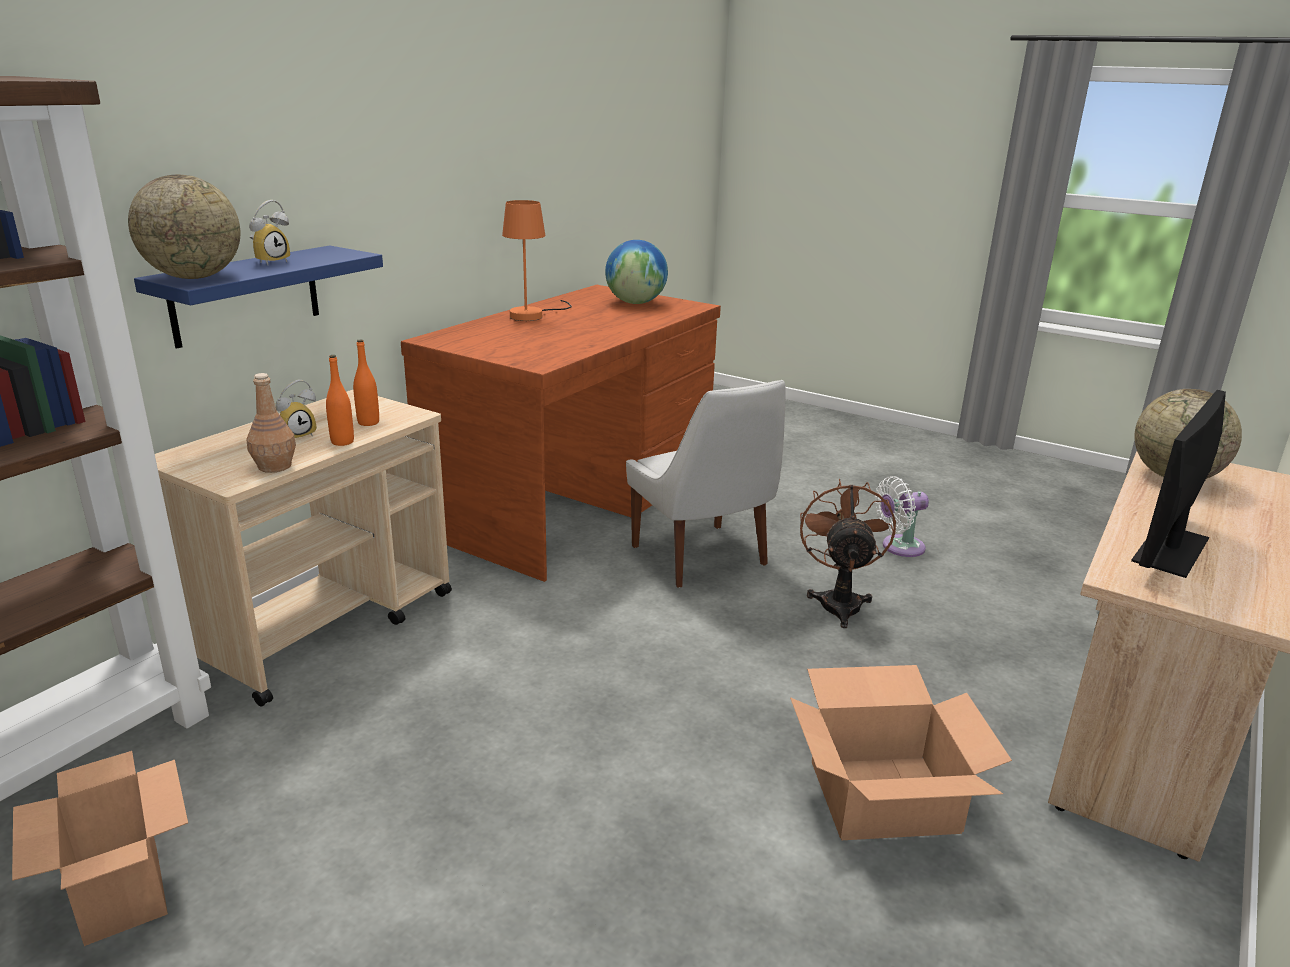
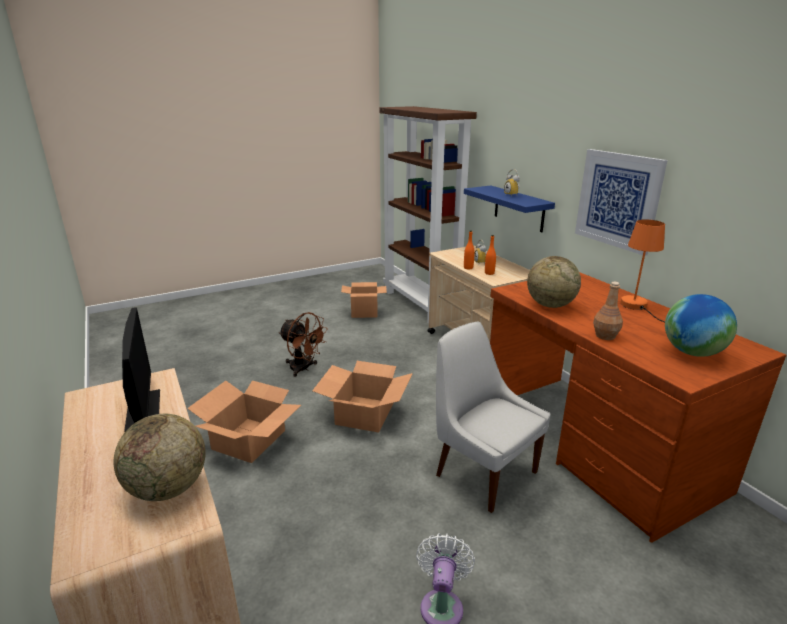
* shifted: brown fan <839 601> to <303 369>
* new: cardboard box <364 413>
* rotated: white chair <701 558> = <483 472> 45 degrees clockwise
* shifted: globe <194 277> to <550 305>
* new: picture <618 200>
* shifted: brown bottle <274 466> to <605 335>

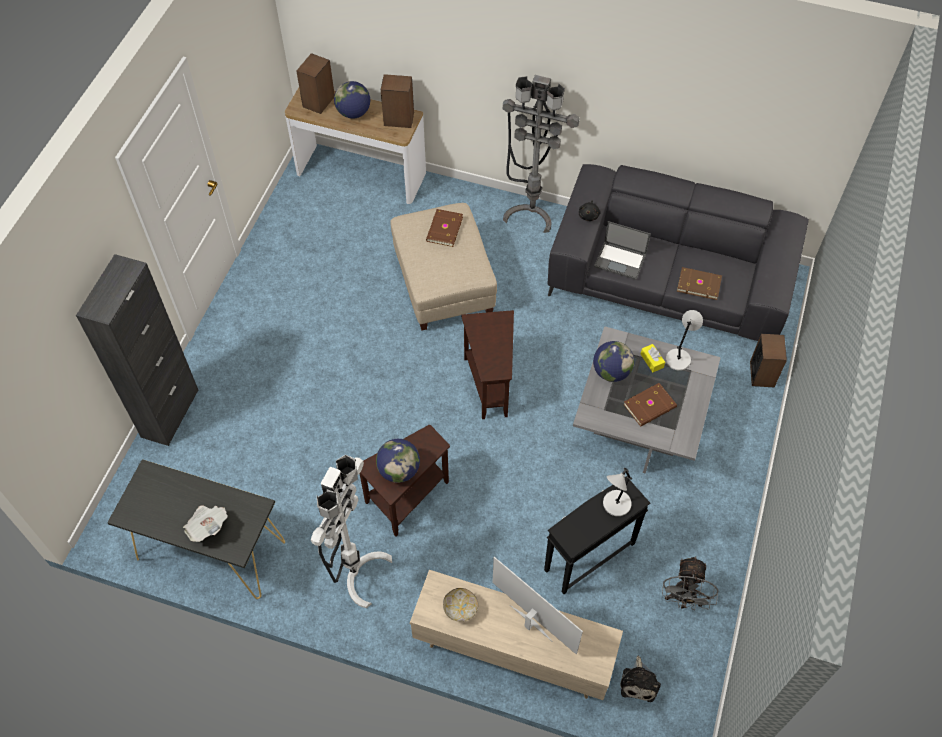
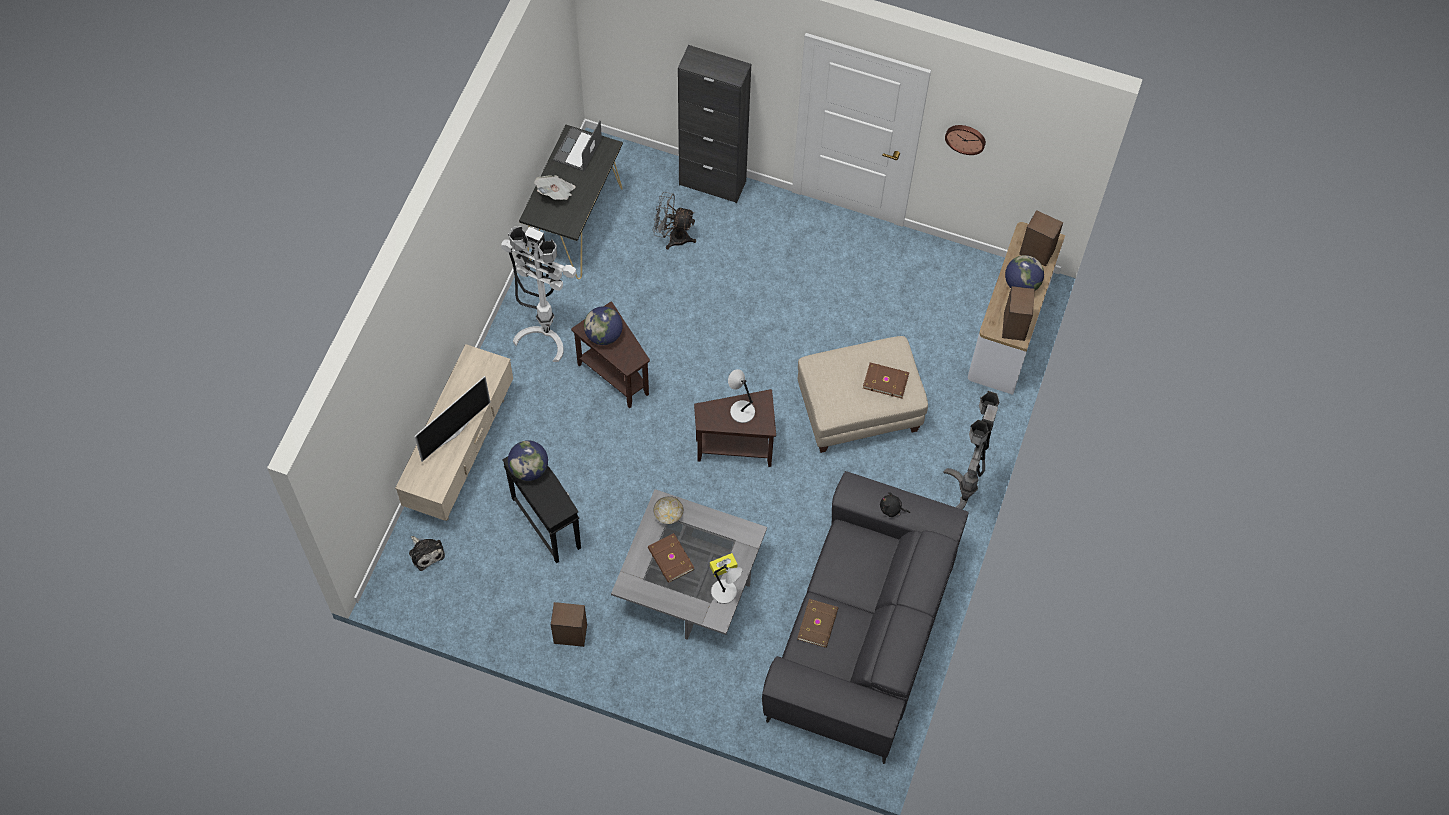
* rotated: plush toy <639 682> = <426 553> 135 degrees counterclockwise
* shifted: globe <611 372> to <529 469>
* shifted: speaker <762 374> to <570 634>
* shifted: laptop <621 260> to <577 150>
* shifted: grey fan <683 599> to <673 237>
* shifted: bowl <461 609> to <668 515>
* shifted: grey table lamp <616 505> to <741 411>
* new: wall clock <965 138>

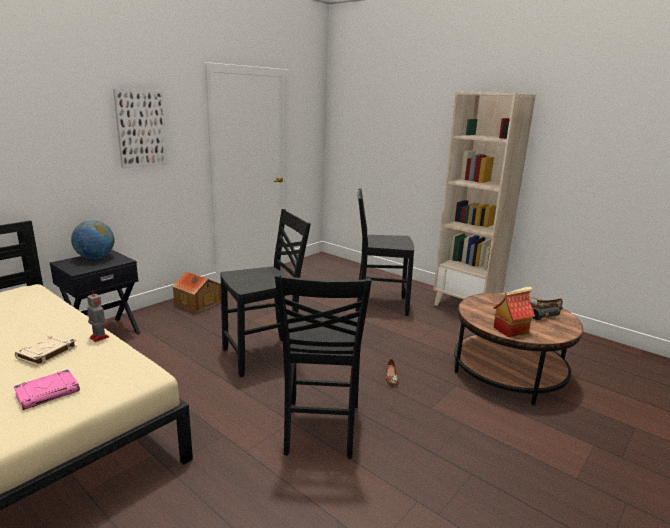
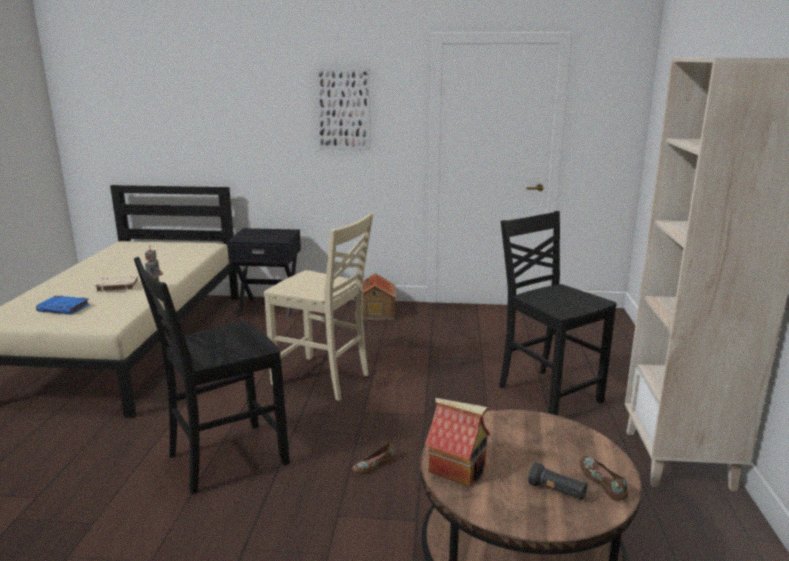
* repainted: pink book <48 392> to blue book <64 308>
* repainted: black chair <264 355> to beige chair <323 379>
* gone: globe <95 258>

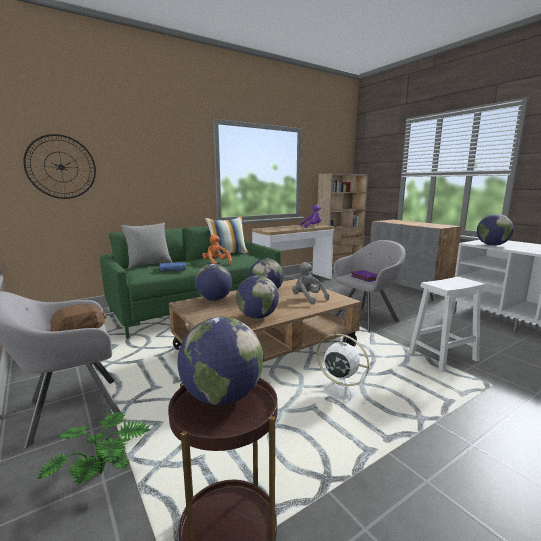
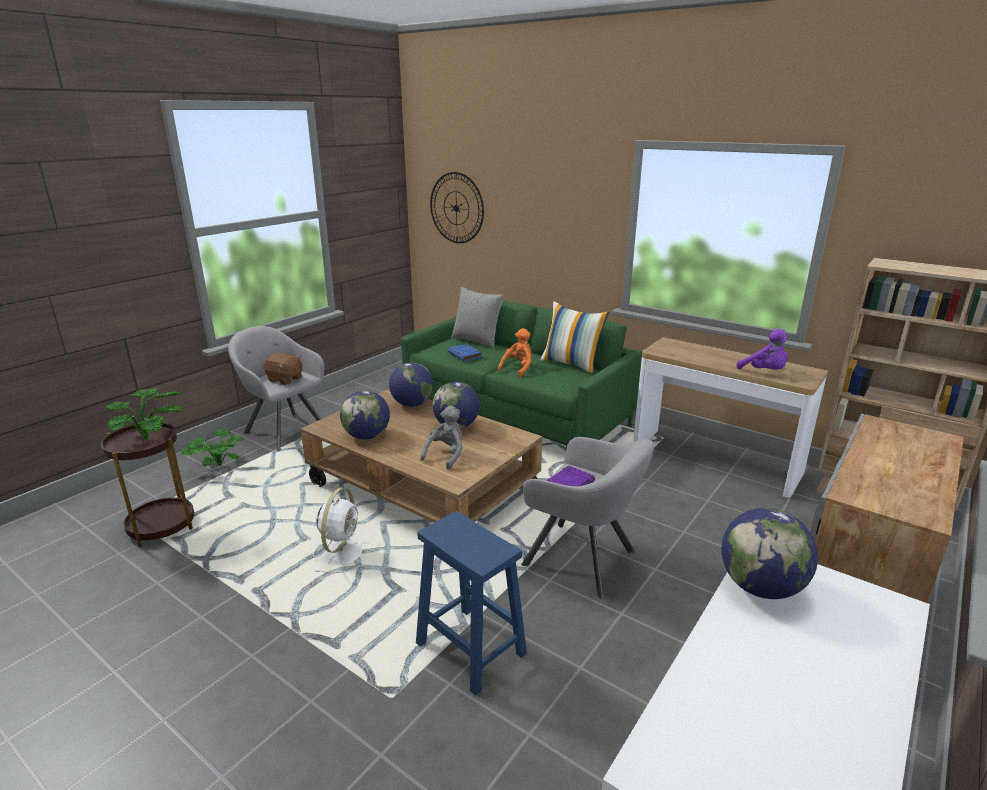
* swapped: globe <222 397> to potted plant <151 438>
* repainted: white stool <443 356> to blue stool <472 650>

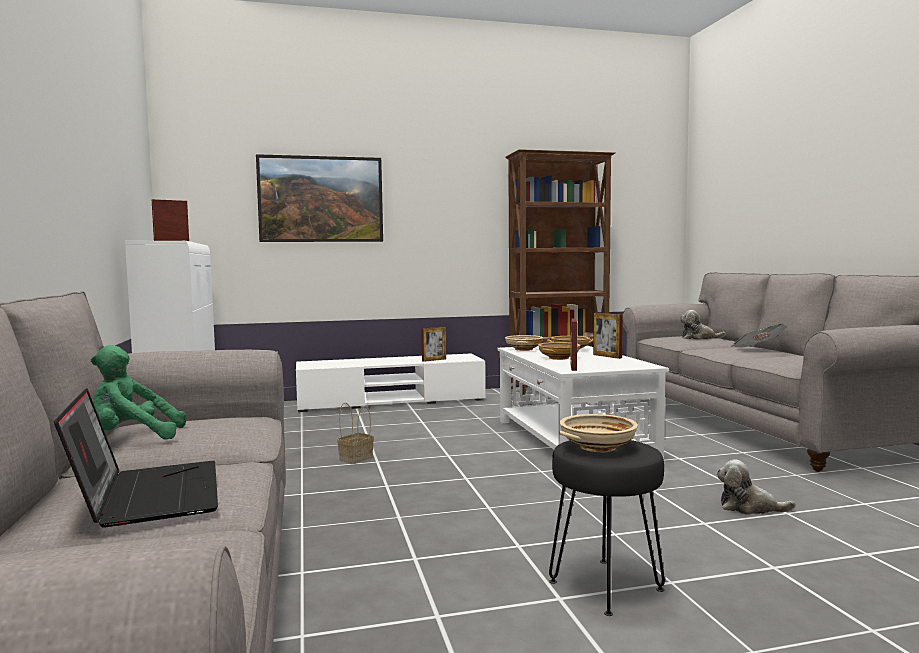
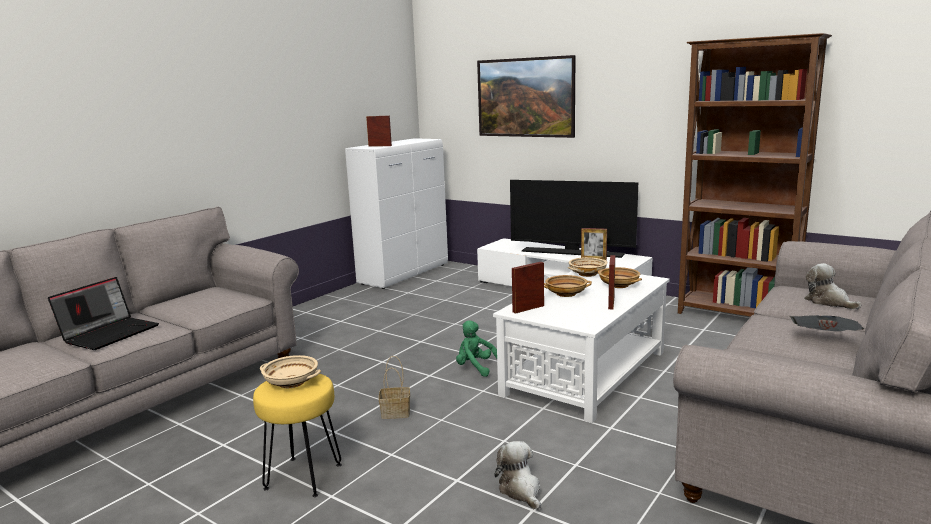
* repainted: black stool <604 585> to yellow stool <303 476>
* shifted: basket <356 458> to <396 412>
* shifted: green plush toy <133 437> to <476 368>
* new: television <572 253>

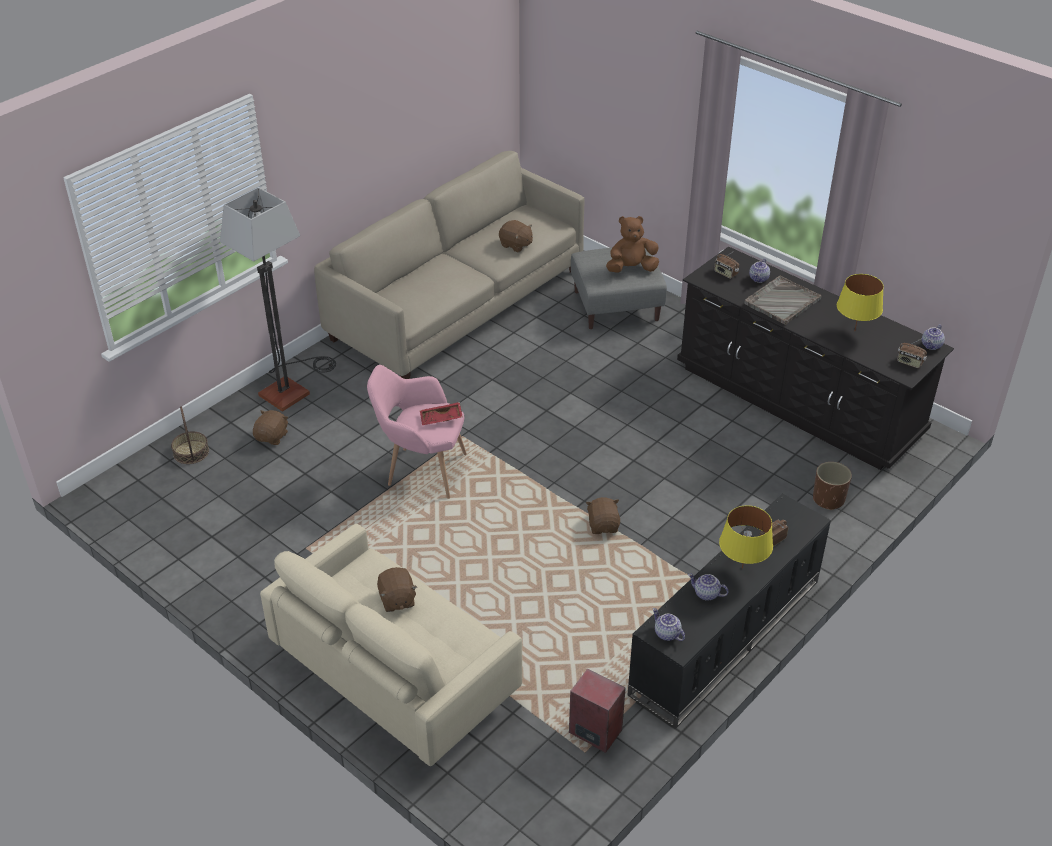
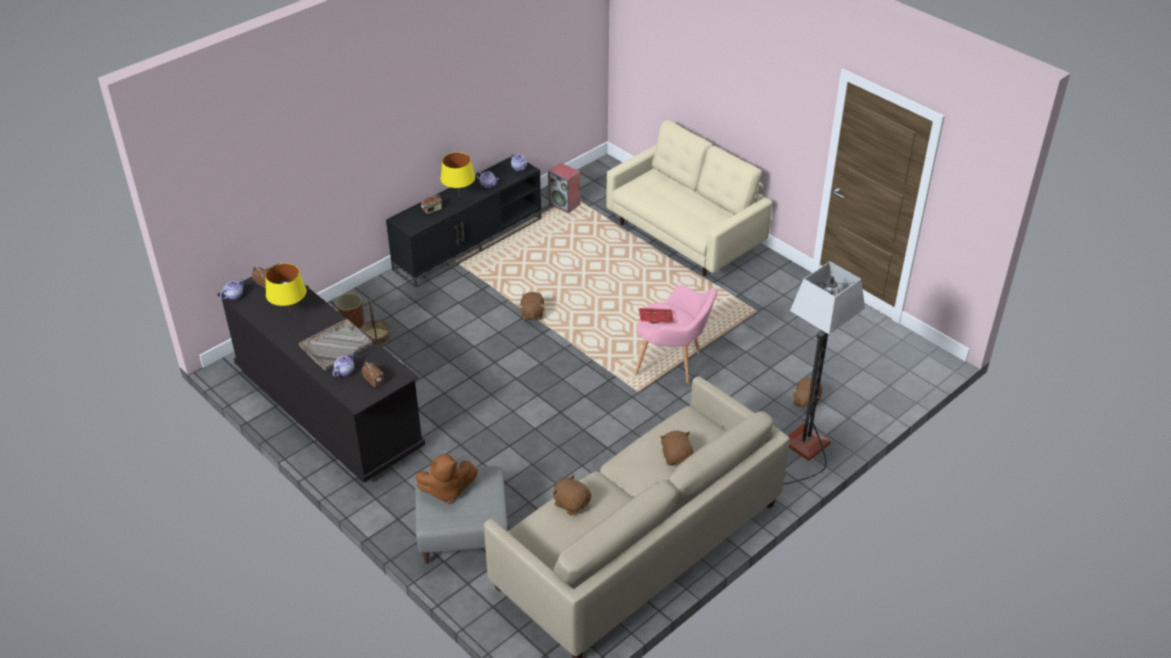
* shifted: basket <191 452> to <375 337>
* shifted: brown plush toy <397 600> to <676 456>

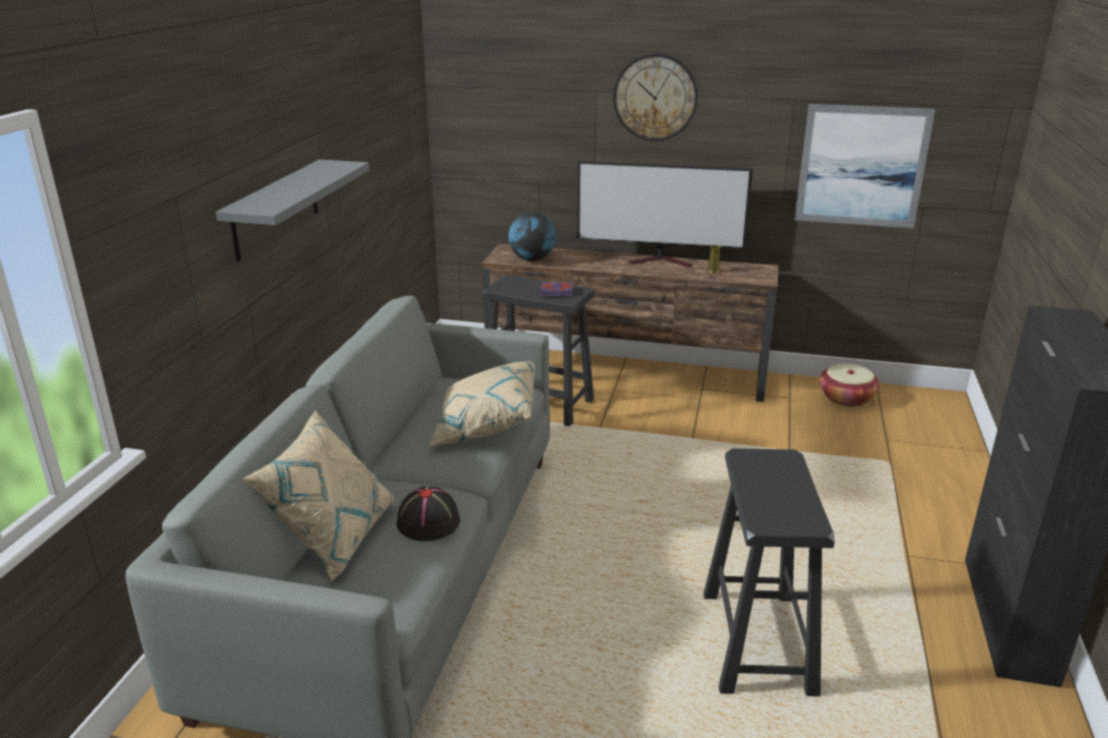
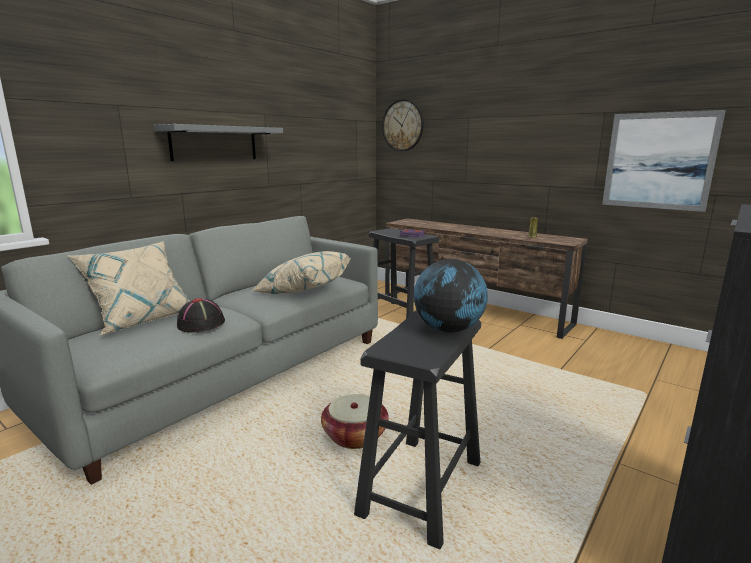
* shifted: basket <846 398> to <355 435>
* shifted: wall clock <655 97> to <403 125>
* shifted: globe <532 259> to <449 330>
* gone: television <662 261>

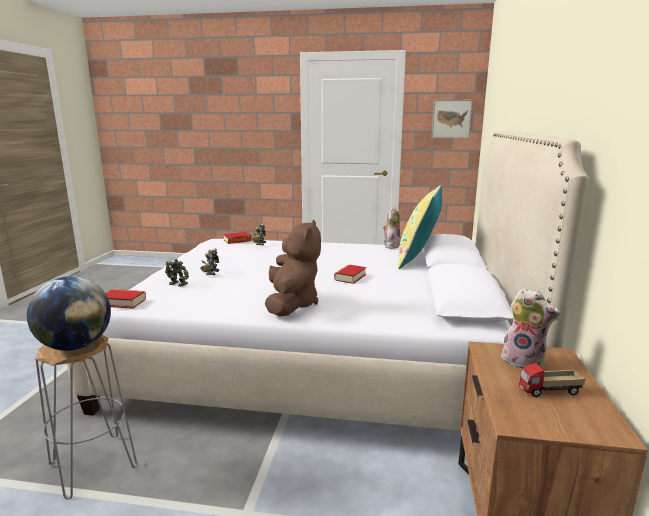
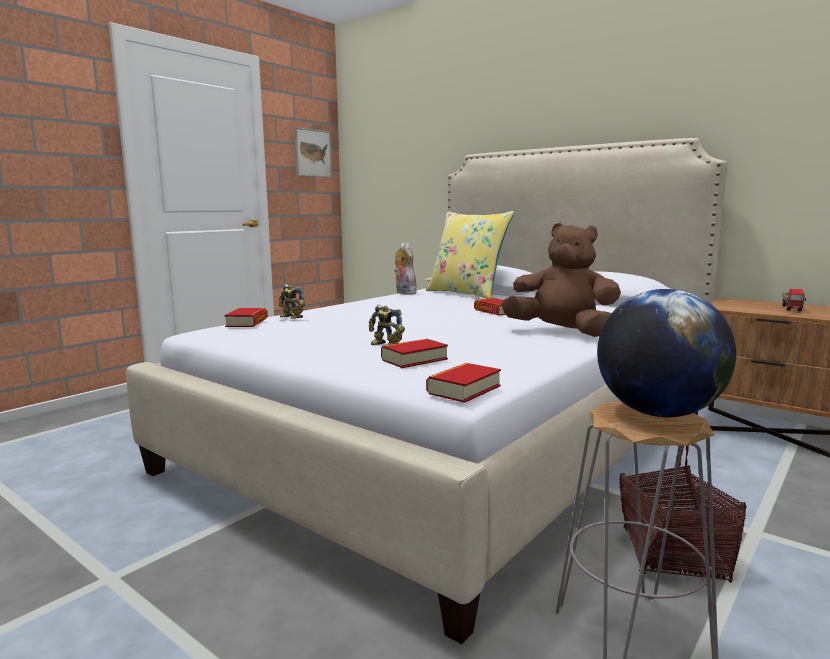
* swapped: toy robot <179 283> to book <414 359>
* new: basket <673 555>
* gone: plush toy <524 361>

